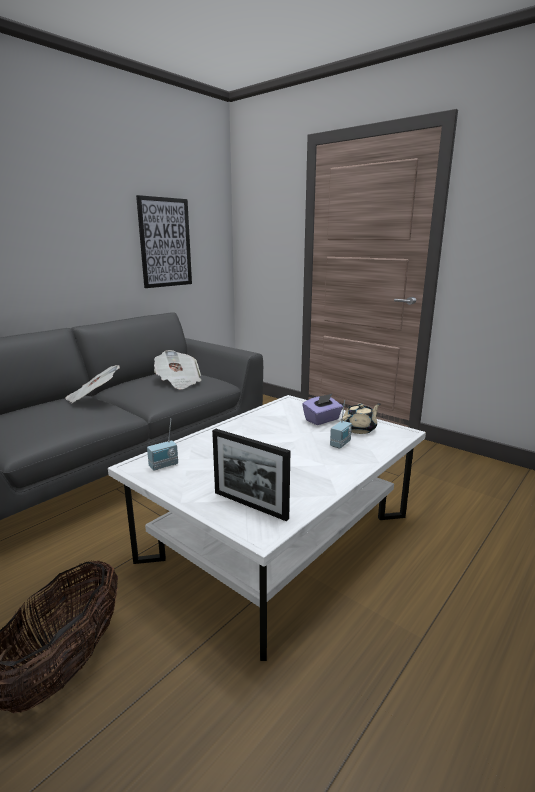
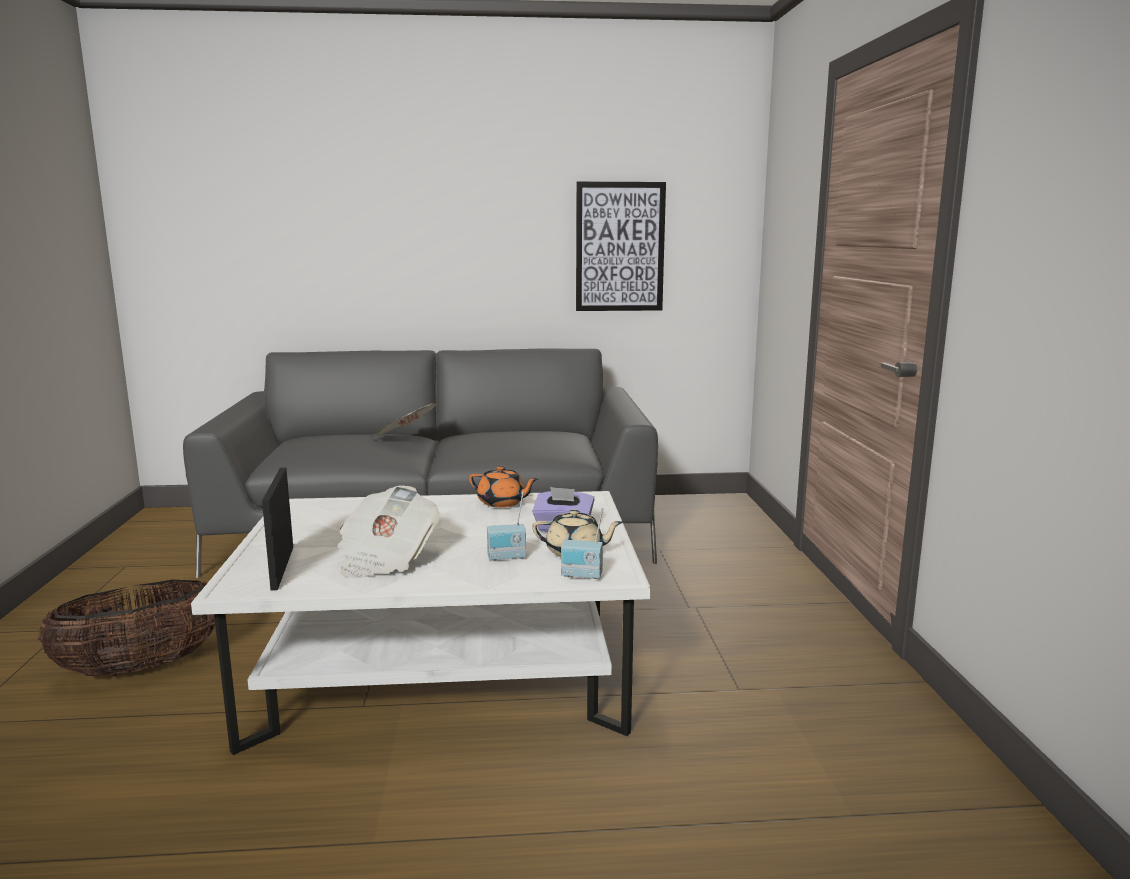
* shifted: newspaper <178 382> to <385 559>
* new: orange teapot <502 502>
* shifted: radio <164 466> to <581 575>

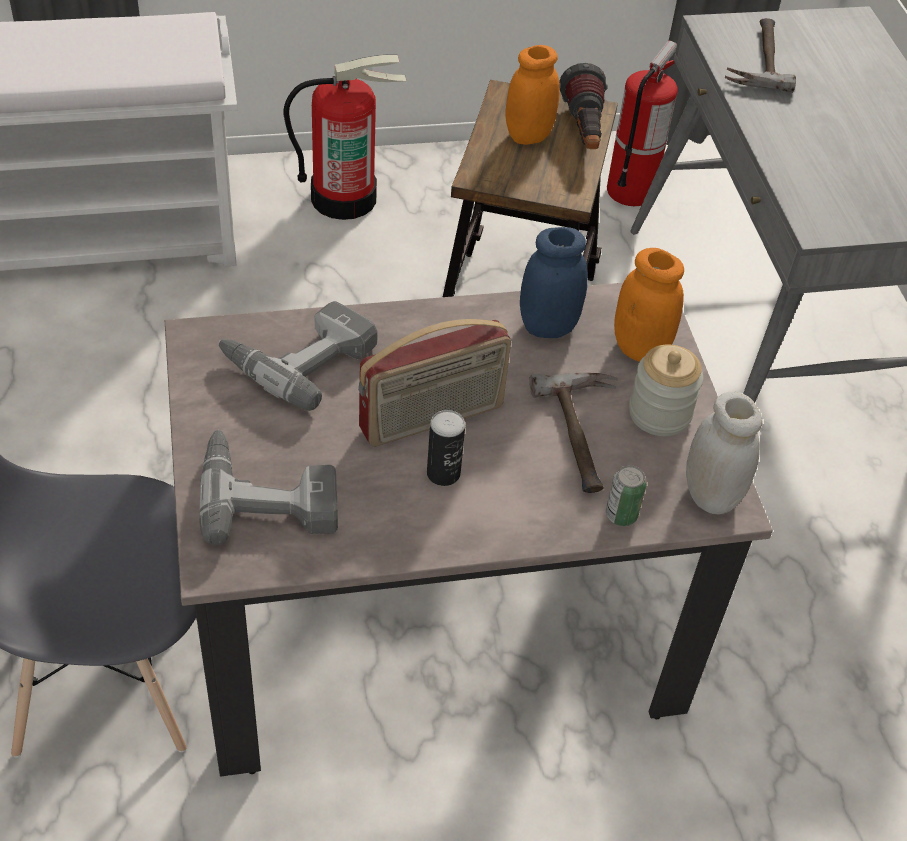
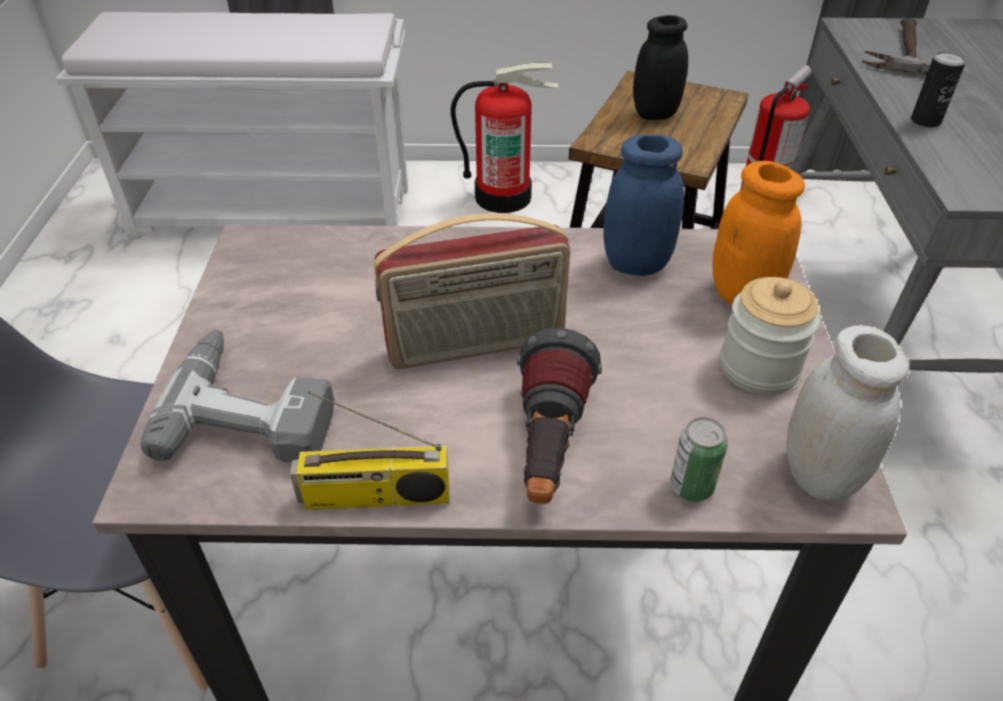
* new: radio <374 497>
* shifted: flashlight <584 132> to <549 448>
* repainted: orange jar <528 135> to black jar <655 114>
* shifted: can <443 473> to <925 121>
* gone: power drill <298 357>
* gone: hammer <587 435>

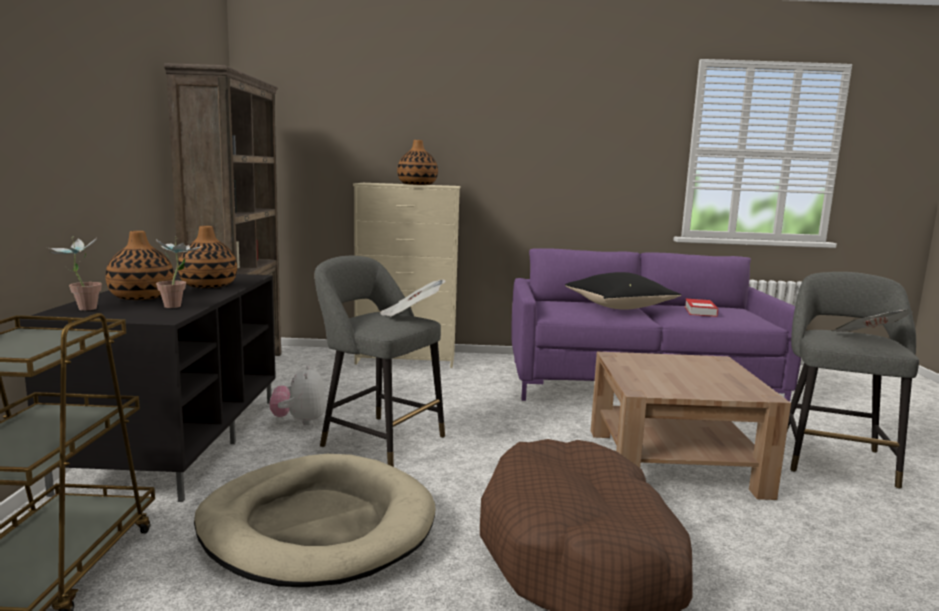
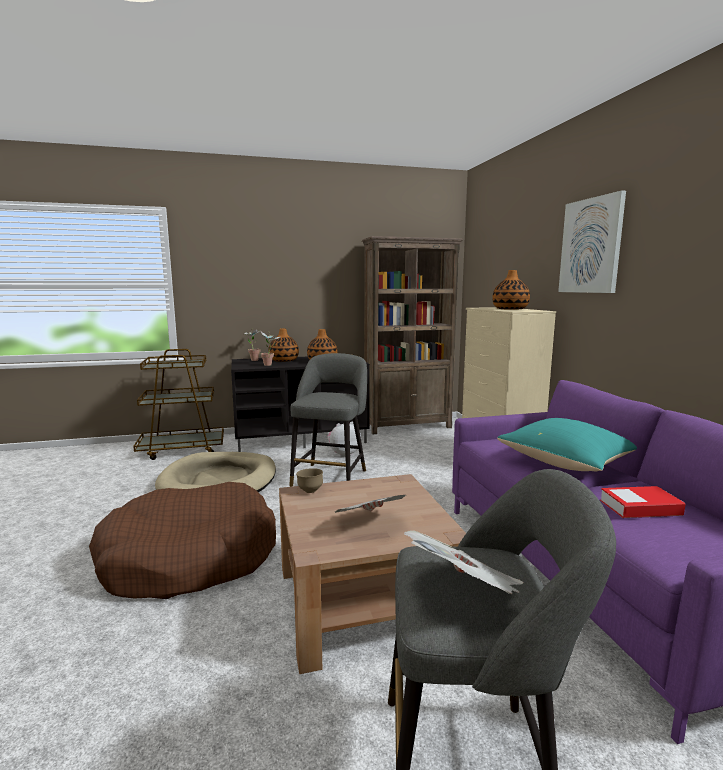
* new: brown bowl <310 491>
* shifted: newspaper <411 315> to <369 522>
* repainted: black pillow <619 307> to turquoise pillow <568 464>
* new: picture <591 246>

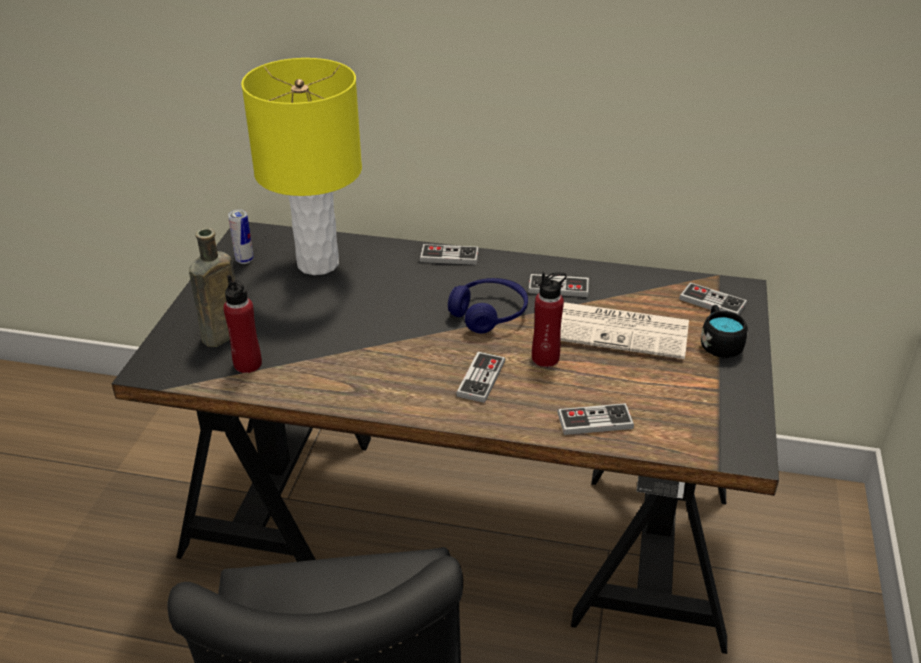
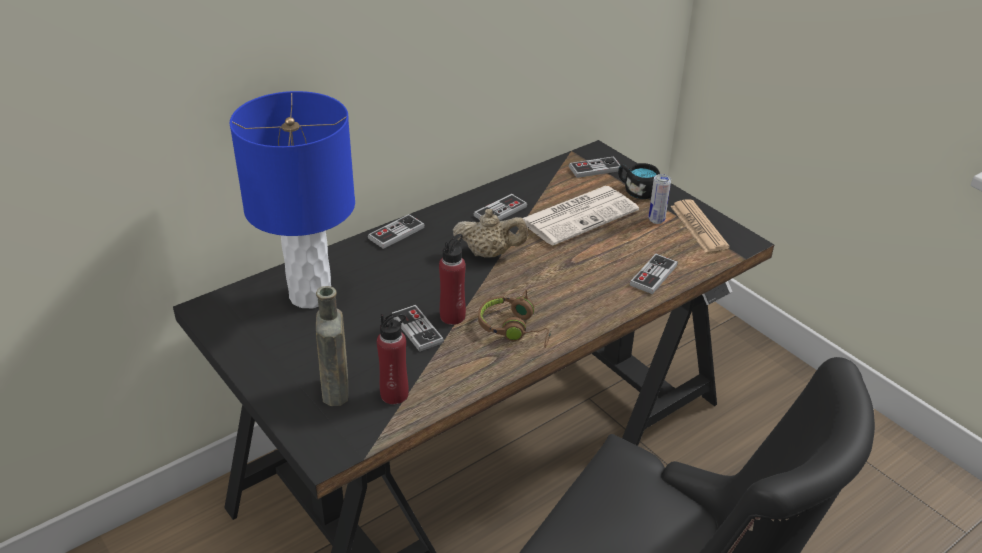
* repainted: yellow table lamp <317 263> to blue table lamp <310 295>
* shifted: game controller <481 379> to <417 329>
* shifted: red bottle <545 358> to <452 316>
* swapped: blue headphones <489 314> to beige teapot <489 253>
* new: brown headphones <515 329>
* shifted: can <244 260> to <656 220>
* new: newspaper <698 227>

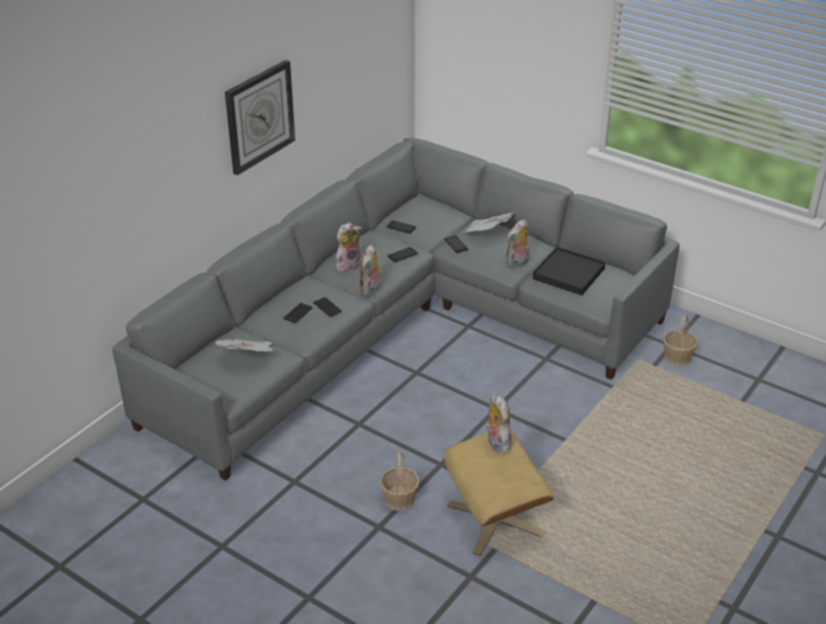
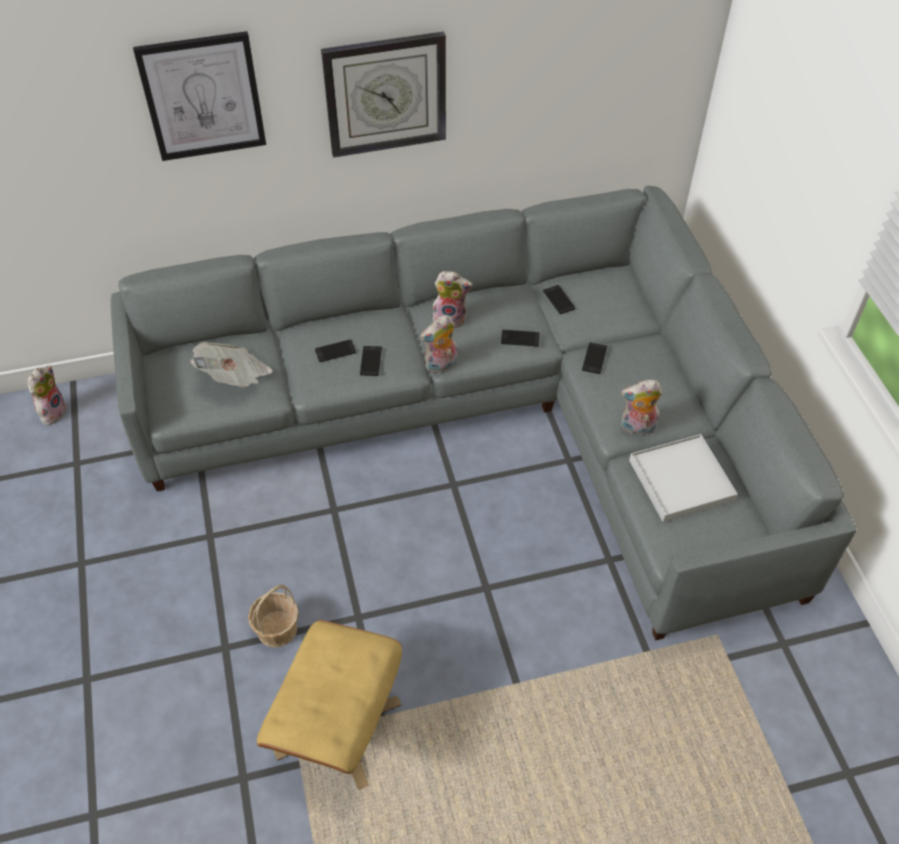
* shifted: plush toy <496 443> to <52 411>
* new: picture <203 97>
* repainted: black tray <568 274> to white tray <681 480>
* gone: newspaper <487 234>
* gone: basket <677 357>

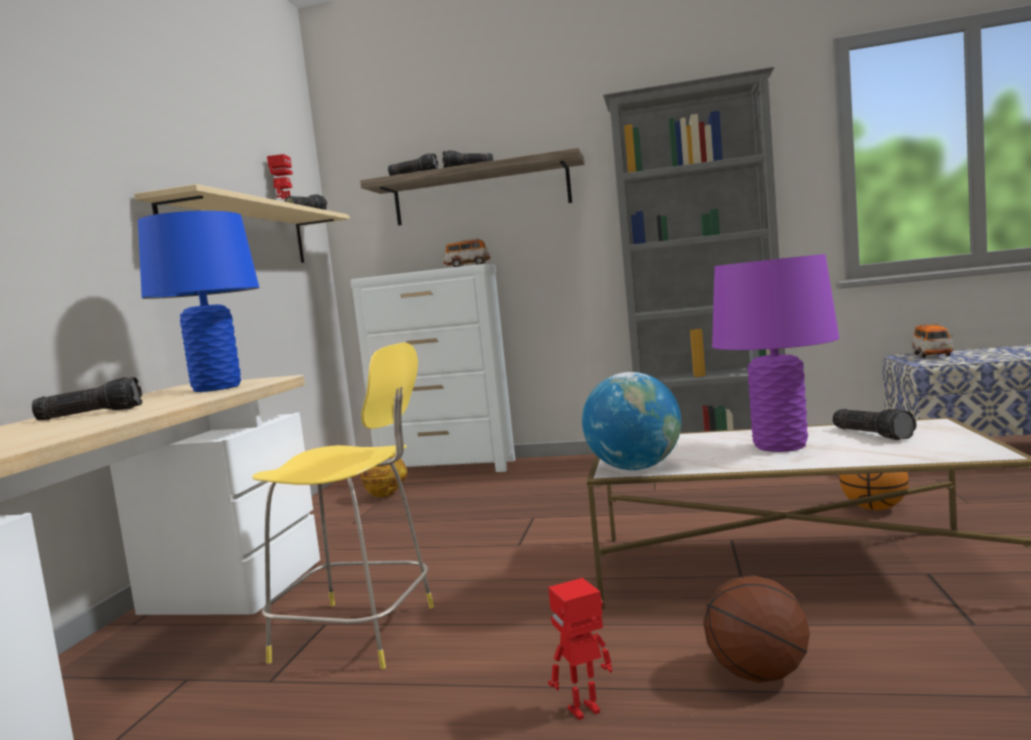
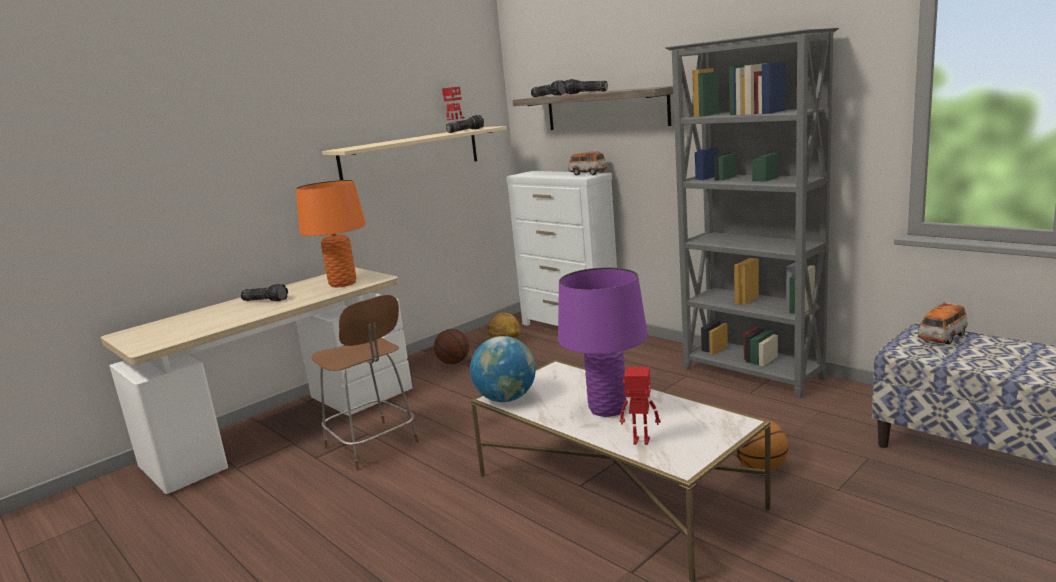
* repainted: blue table lamp <217 388> to orange table lamp <343 284>
* repainted: yellow stool <361 633> to brown stool <373 446>
* shifted: basketball <759 673> to <454 362>
* shifted: toy robot <585 711> to <641 441>
* gone: flashlight <873 434>

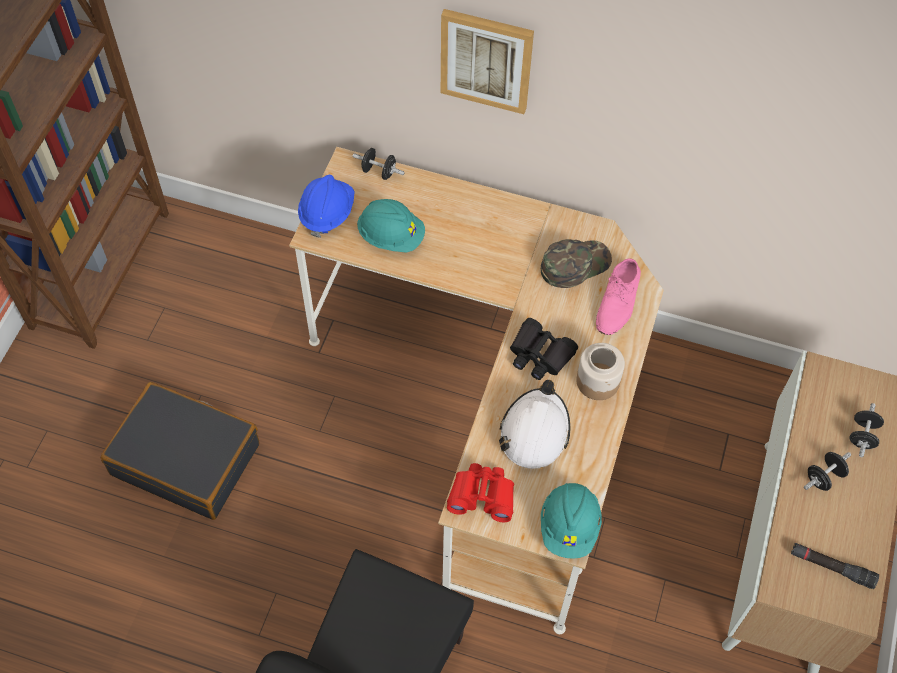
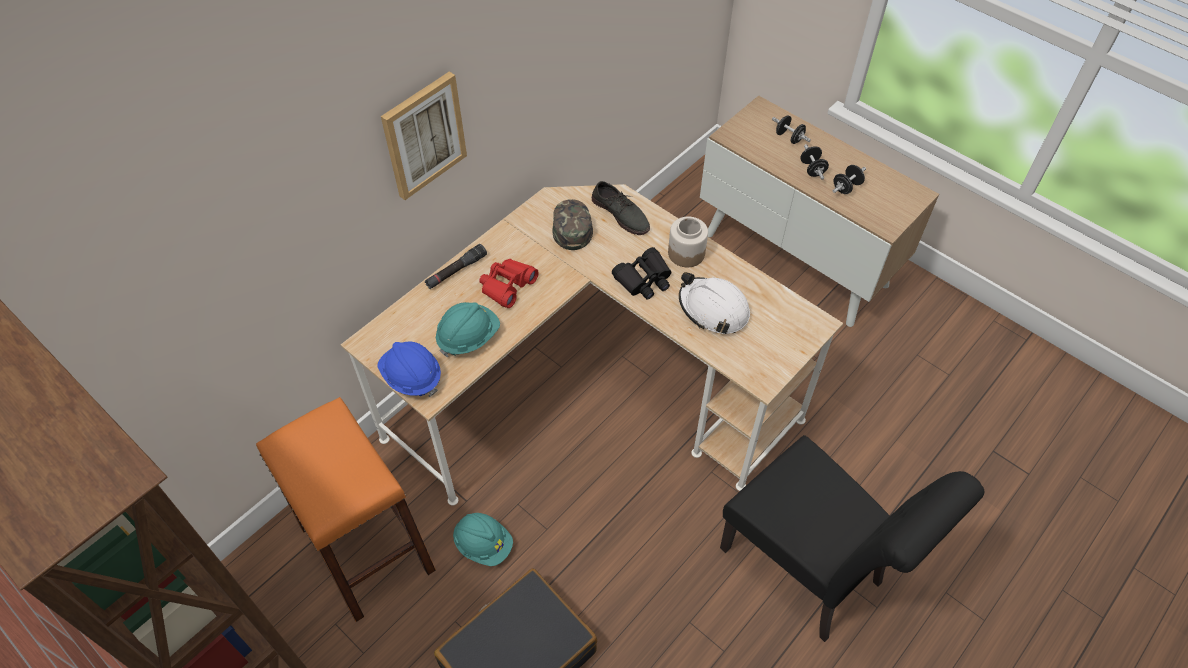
* new: orange stool <367 548>
* shifted: black flashlight <831 567> to <456 271>
* shifted: turquoise hard hat <569 526> to <483 544>
* shifted: red binoculars <482 496> to <507 286>
* repainted: pink shoe <618 301> to grey shoe <621 213>
* shifted: black dumbbell <379 172> to <846 187>

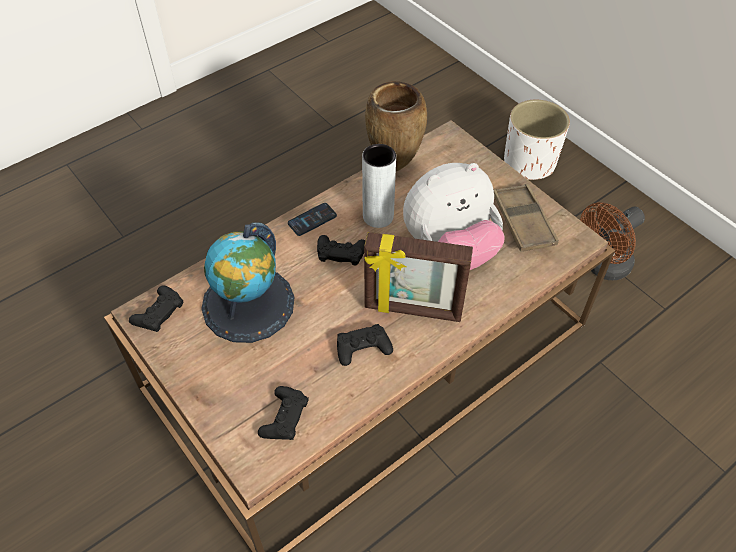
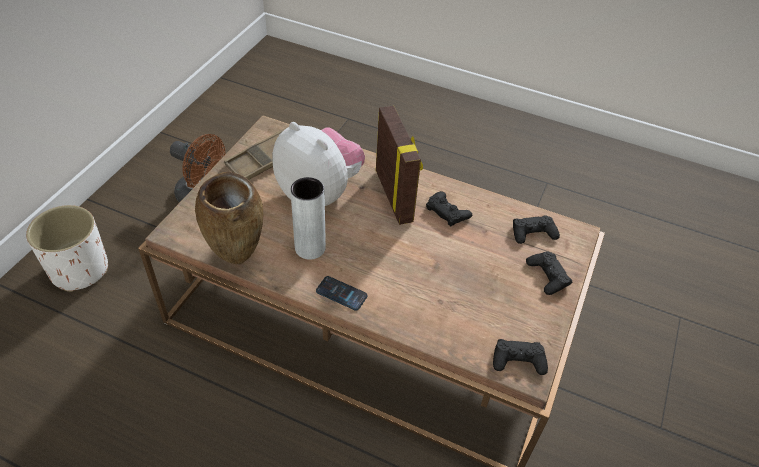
* shifted: black game controller <341 252> to <547 276>
* gone: globe <248 304>

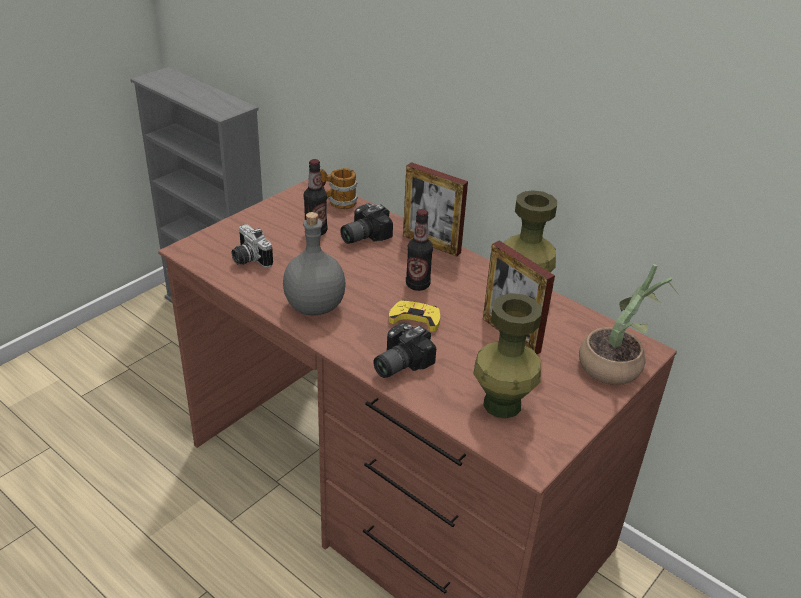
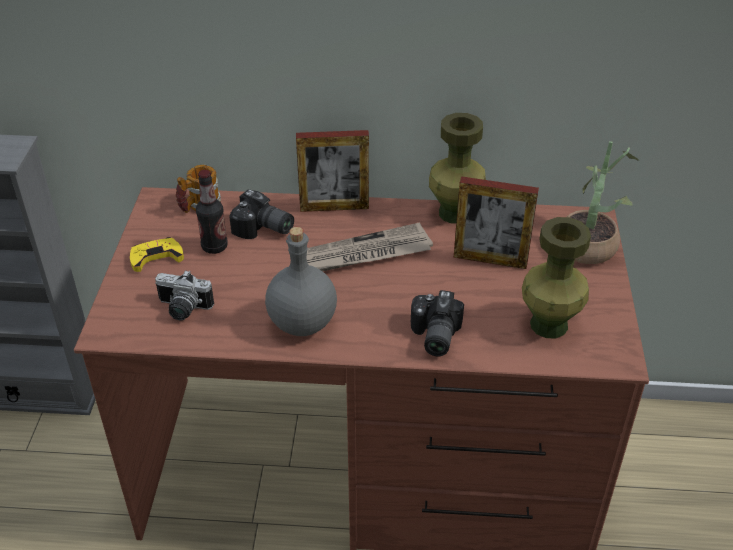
* shifted: yellow game controller <415 319> to <156 257>
* rotated: photo camera <362 235> = <263 229> 75 degrees counterclockwise
* swapped: bottle <417 285> to newspaper <367 253>

